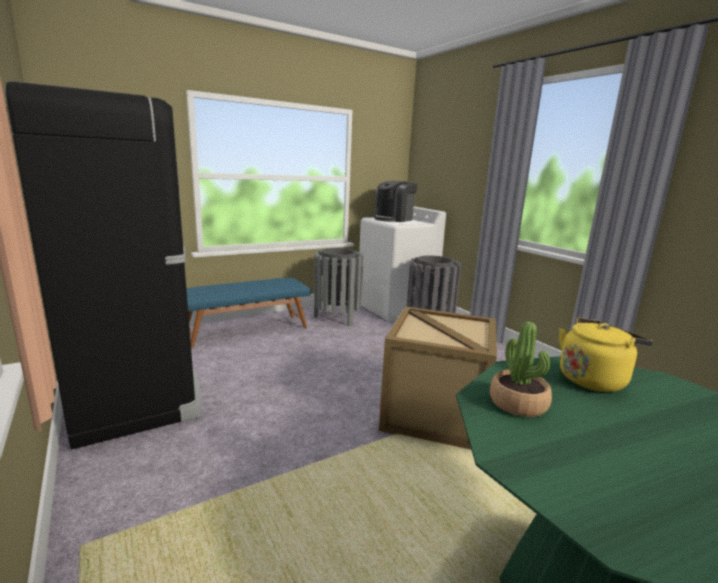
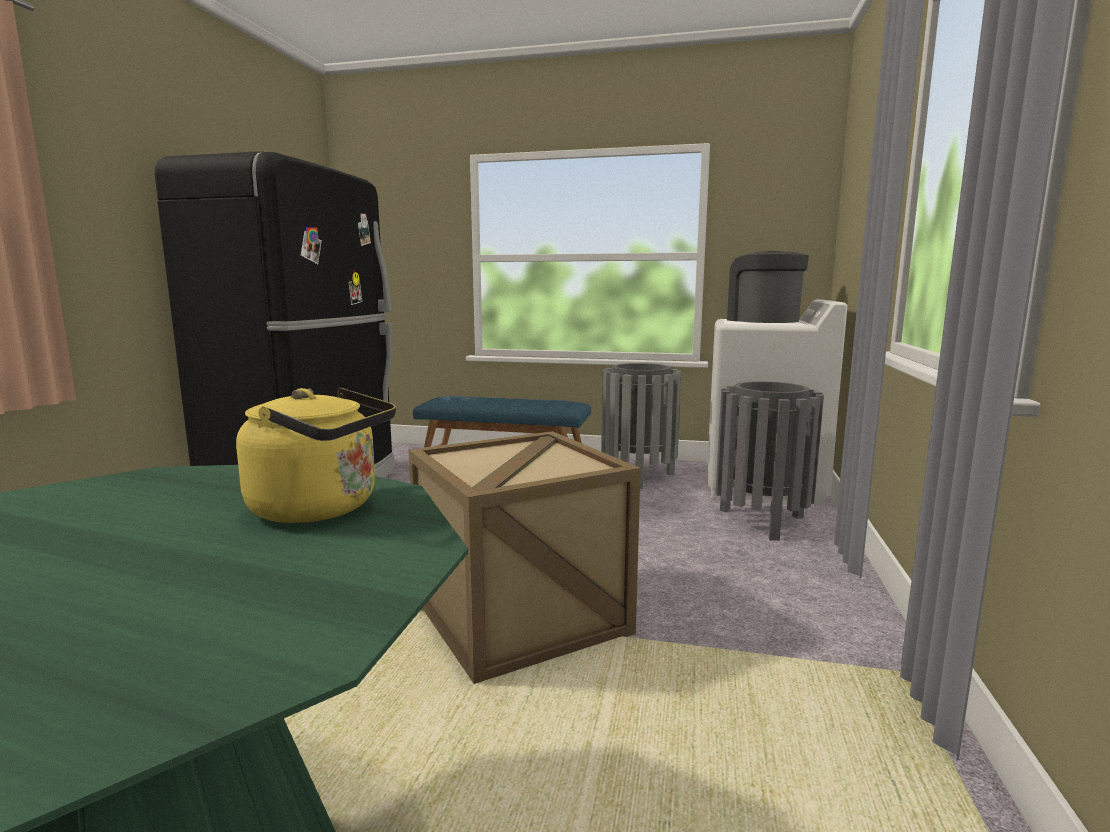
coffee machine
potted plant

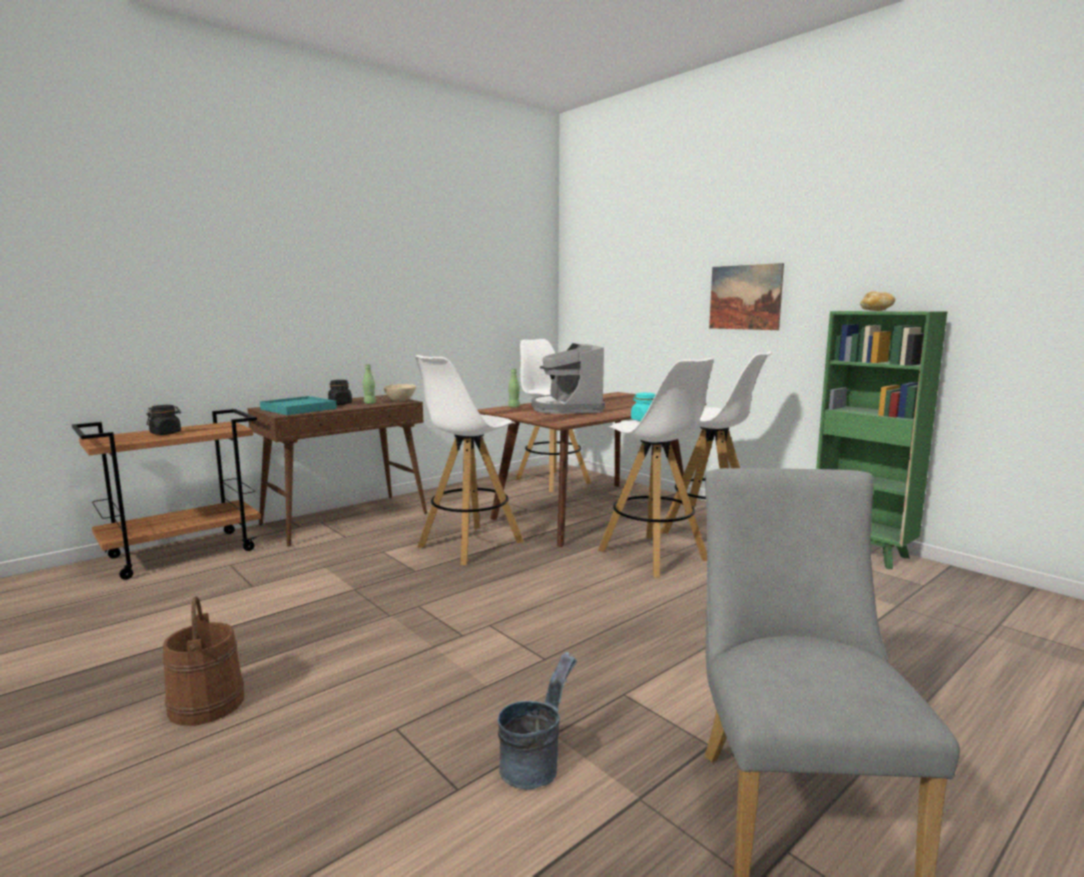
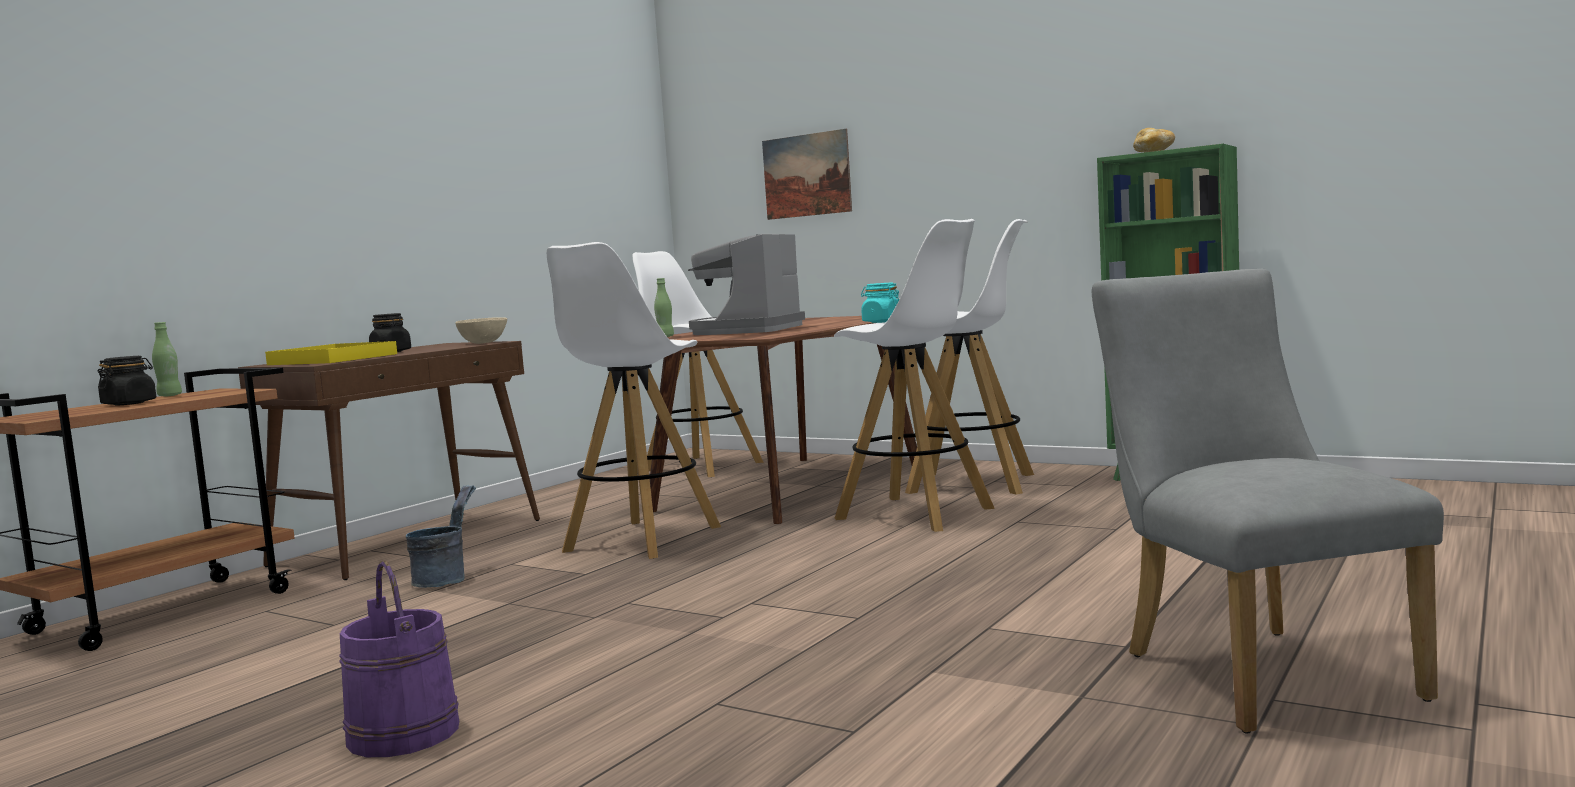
purple bucket
yellow tray
green bottle (no. 1 from left)
grey bucket
coffee machine
picture

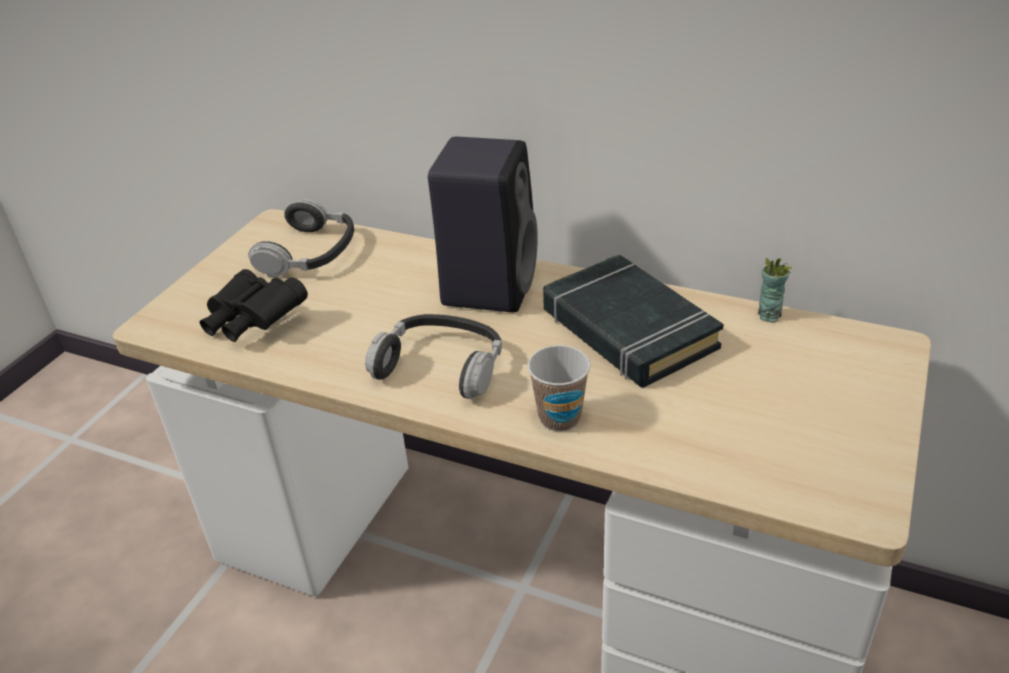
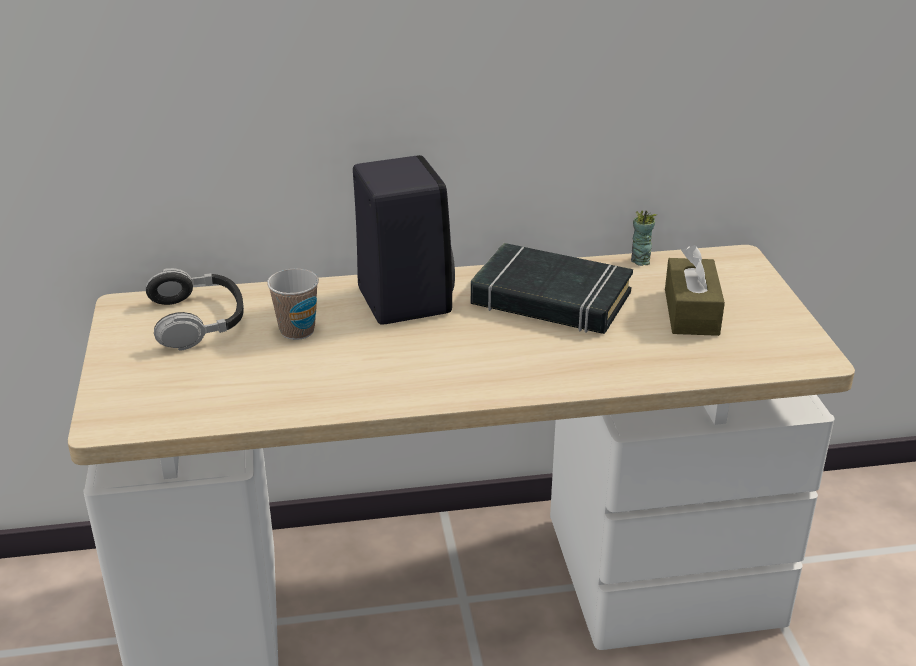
black binoculars
headphones (no. 2 from left in the first image)
cup (no. 1 from left)
brown tissue box

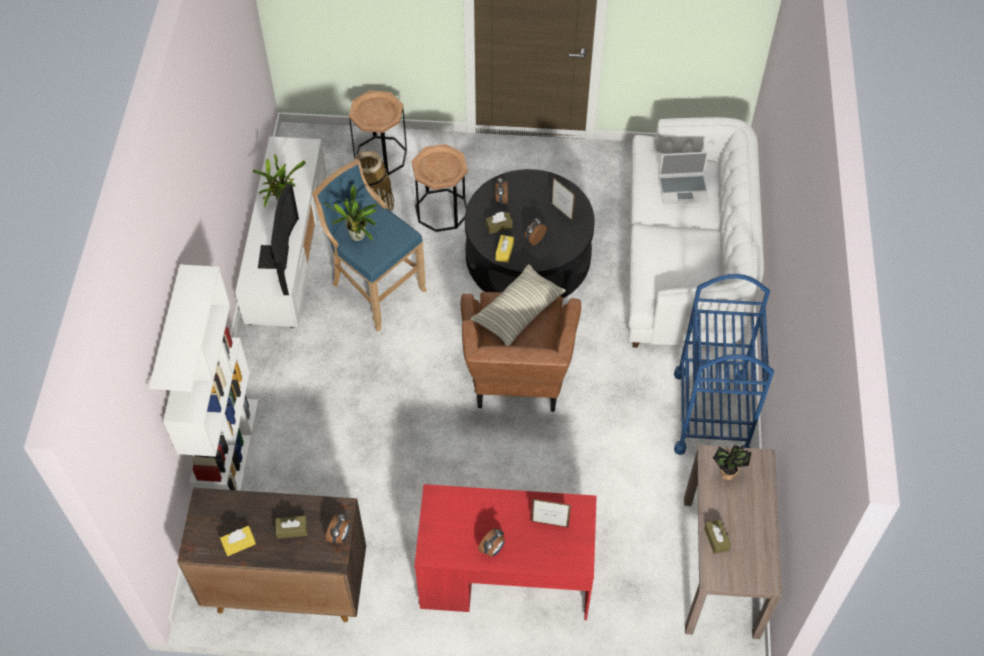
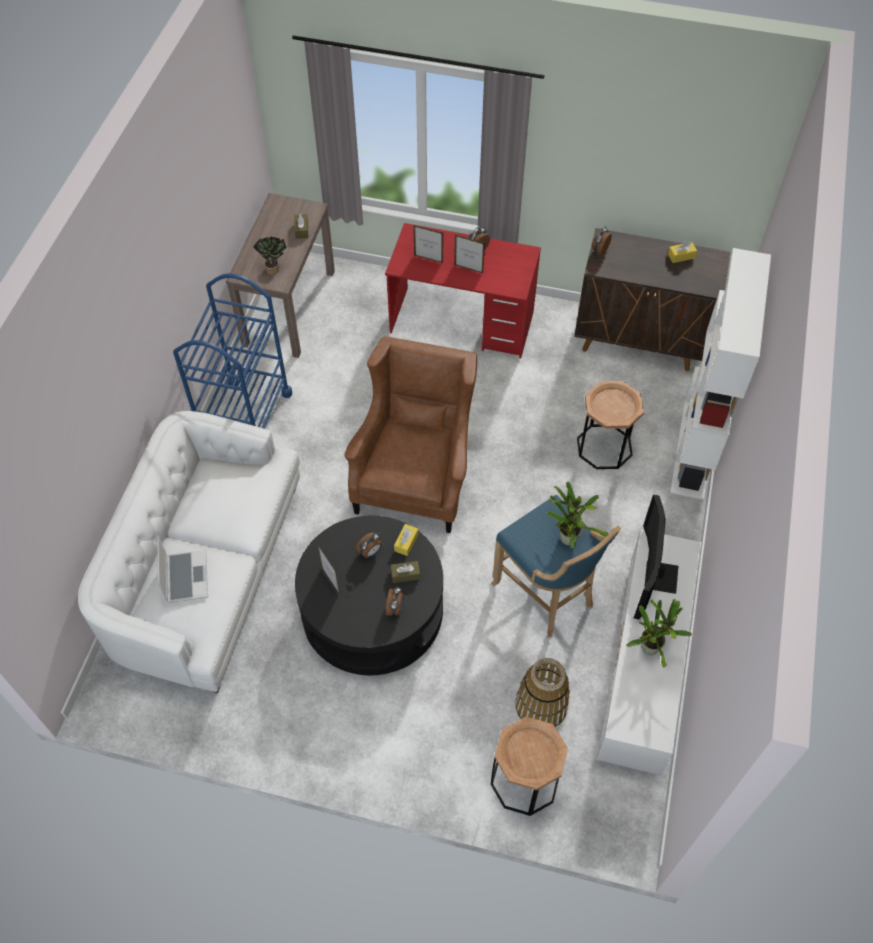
brown tissue box (no. 1 from left in the first image)
brown side table (no. 2 from left)
pillow
laptop
picture frame (no. 3 from left)

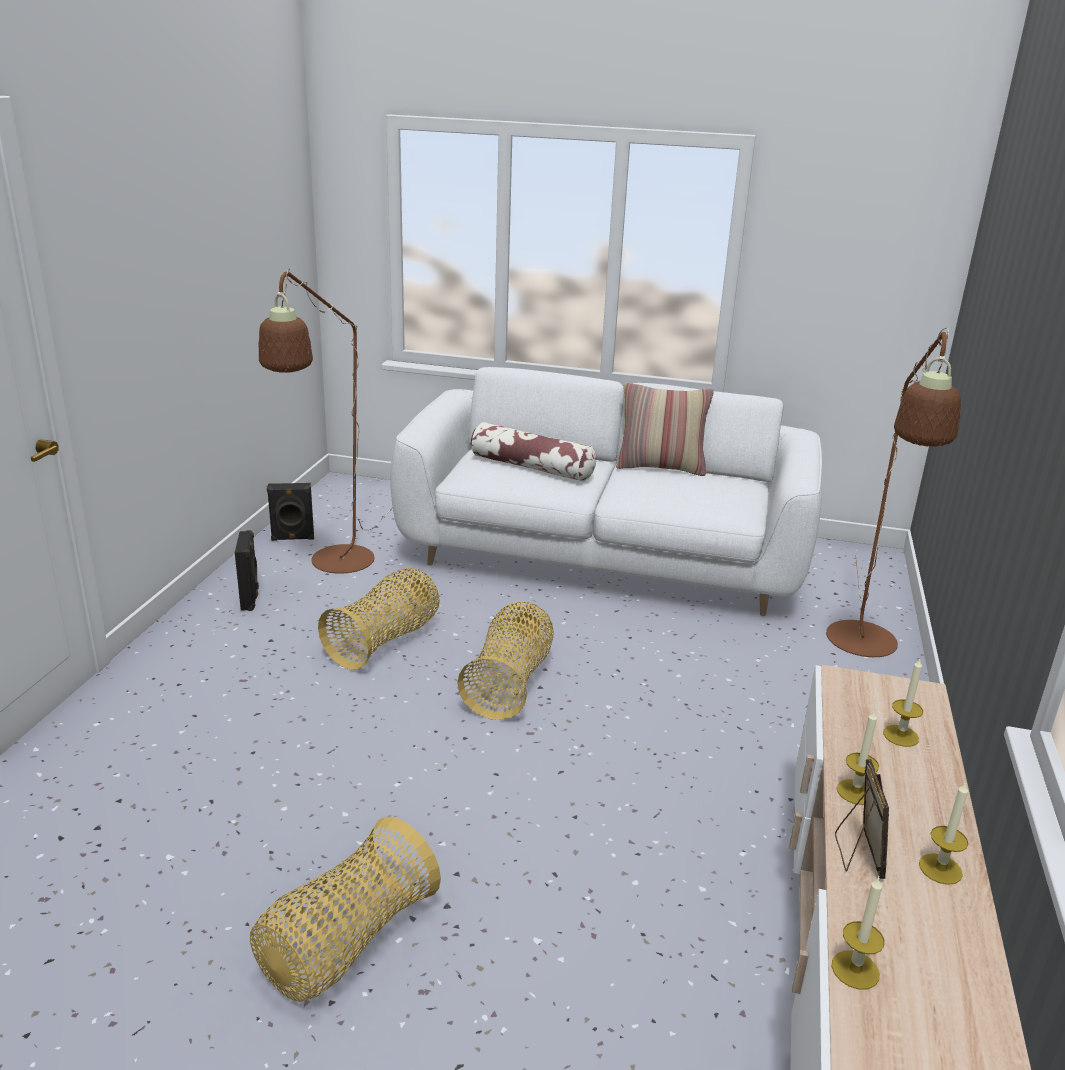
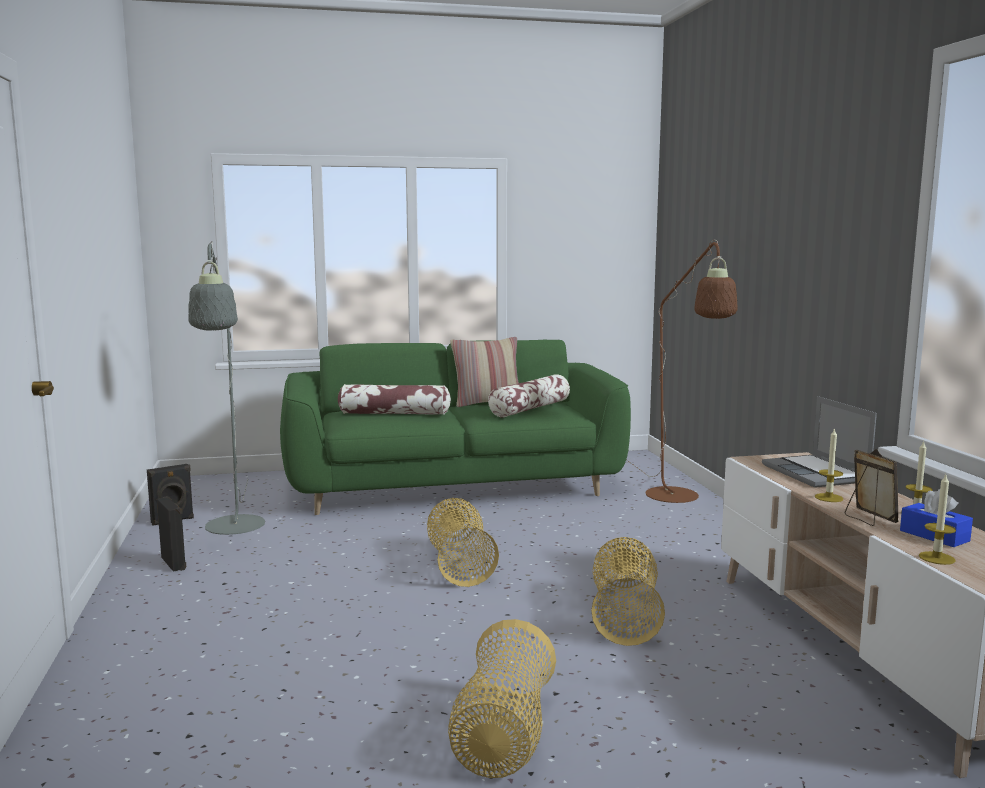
grey floor lamp
basket (no. 3 from left)
green sofa
laptop
pillow (no. 3 from left)
blue tissue box

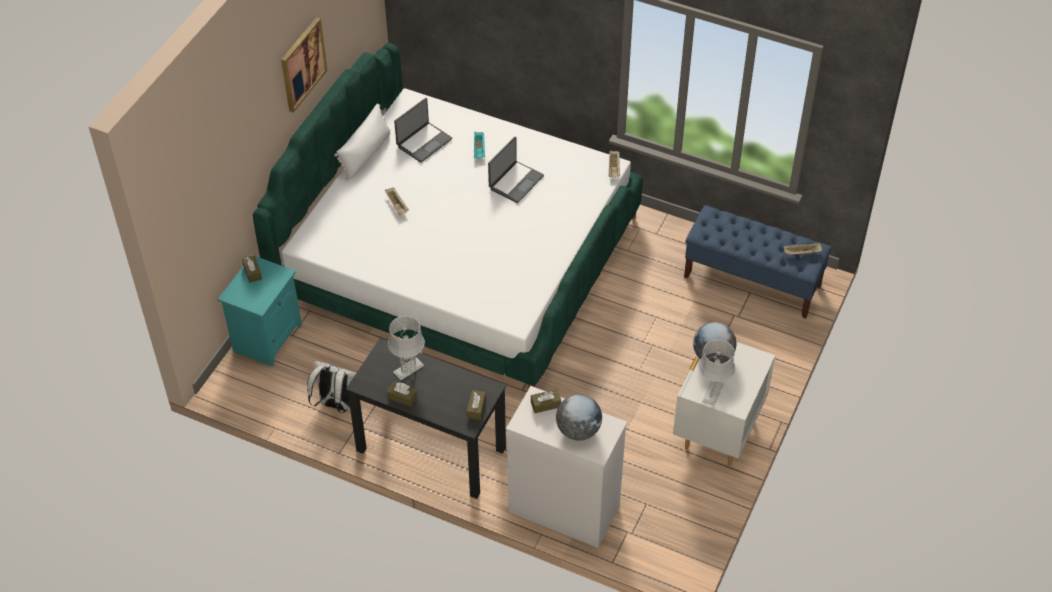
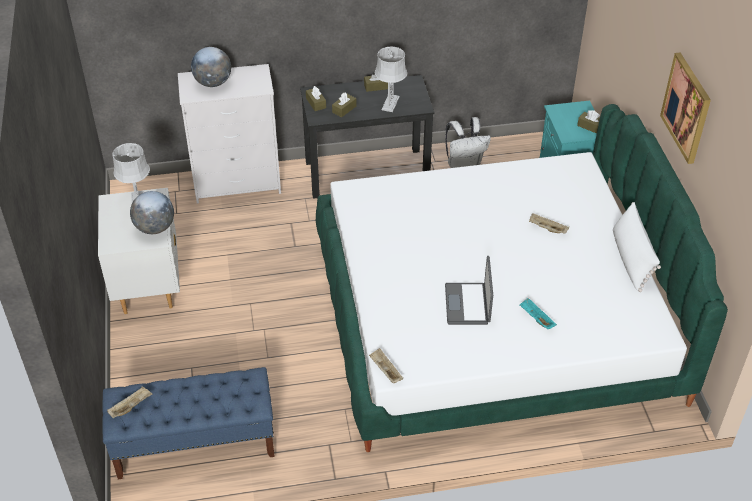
laptop (no. 1 from left in the first image)
brown tissue box (no. 2 from left)

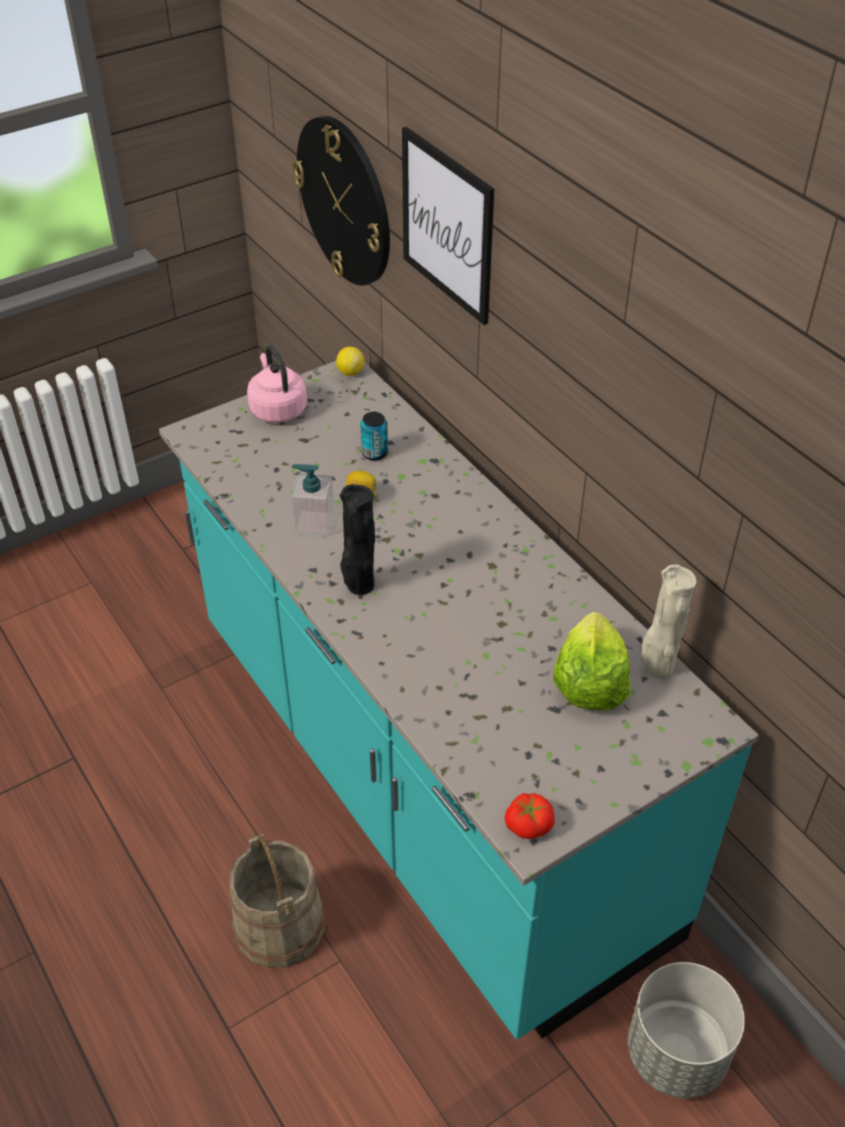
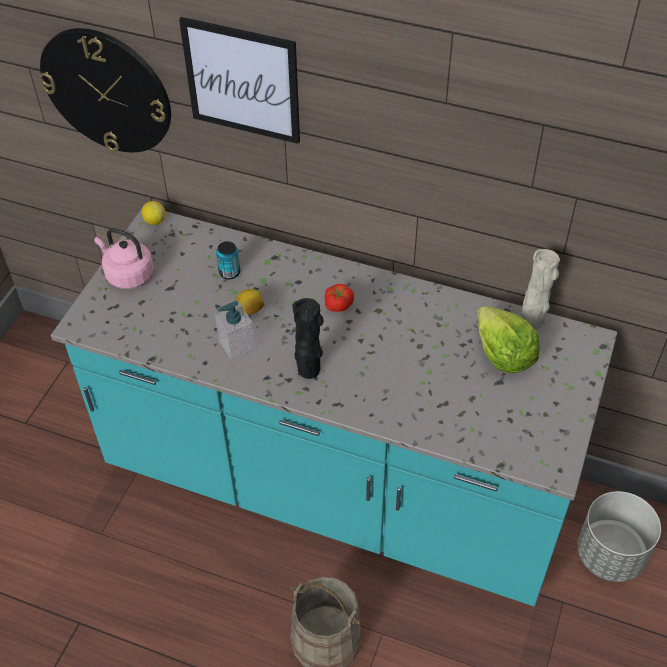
tomato

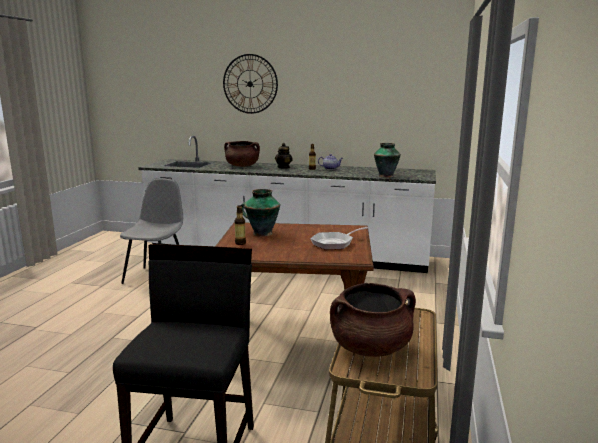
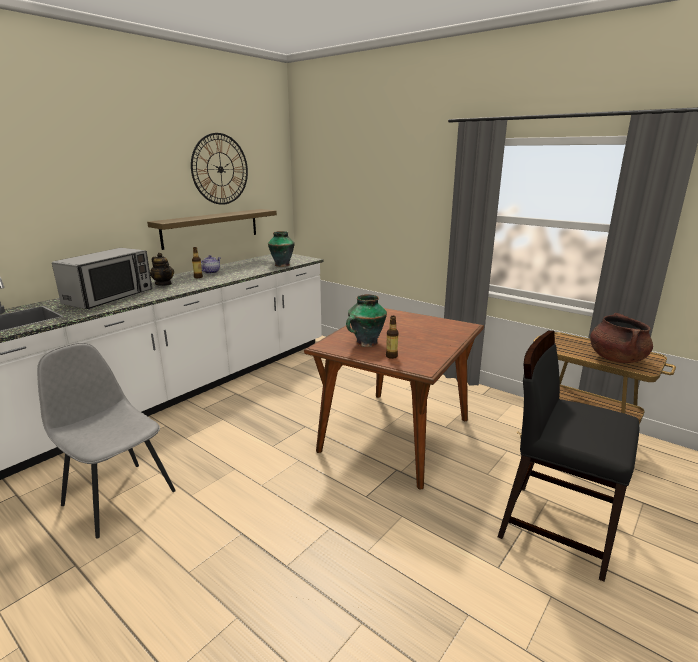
wall clock
microwave
frying pan
shelf

